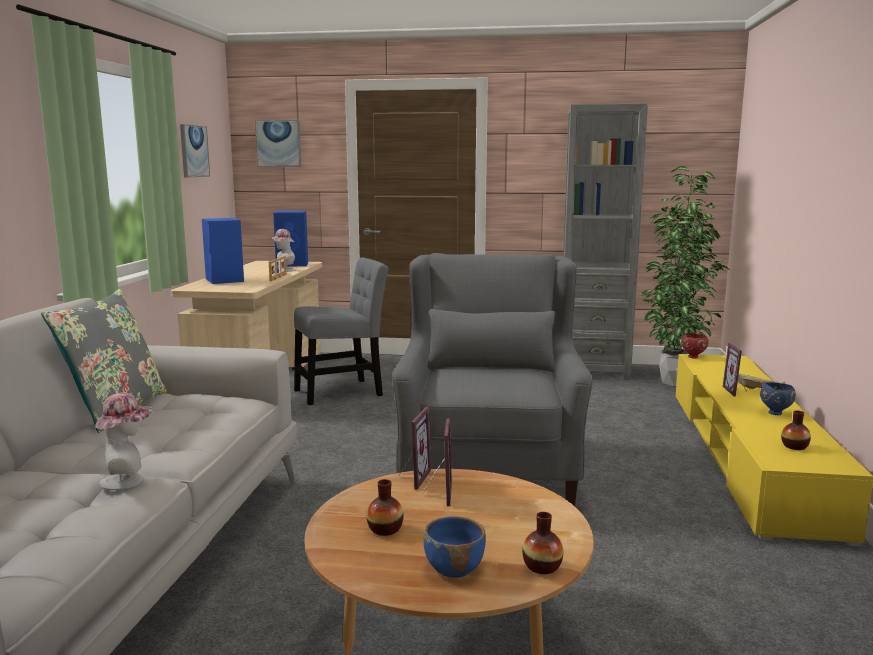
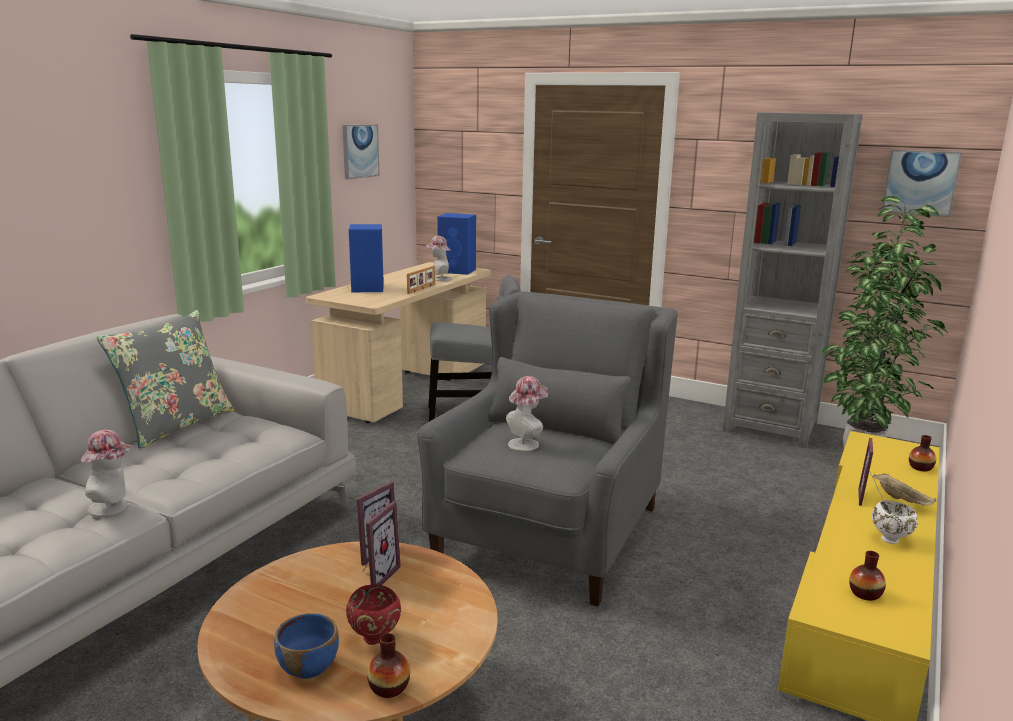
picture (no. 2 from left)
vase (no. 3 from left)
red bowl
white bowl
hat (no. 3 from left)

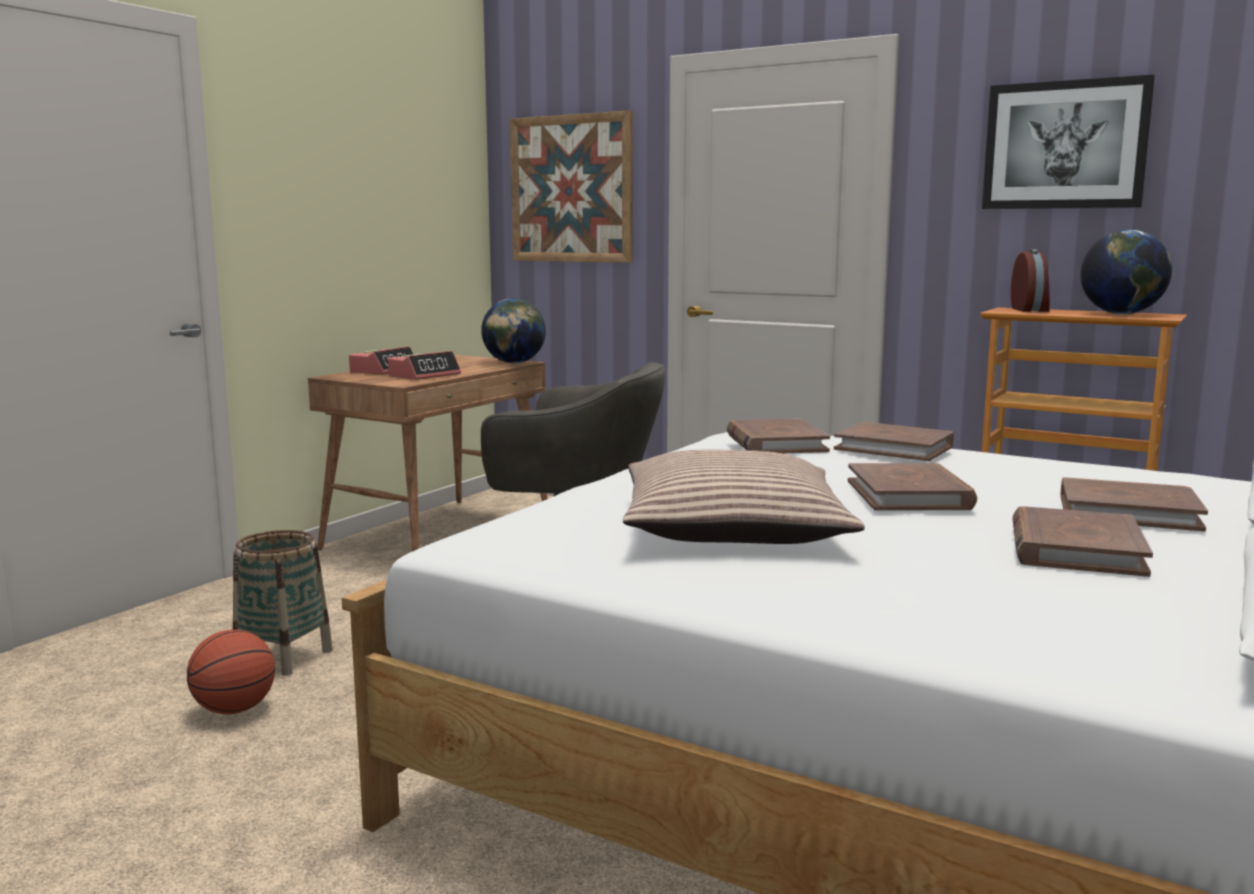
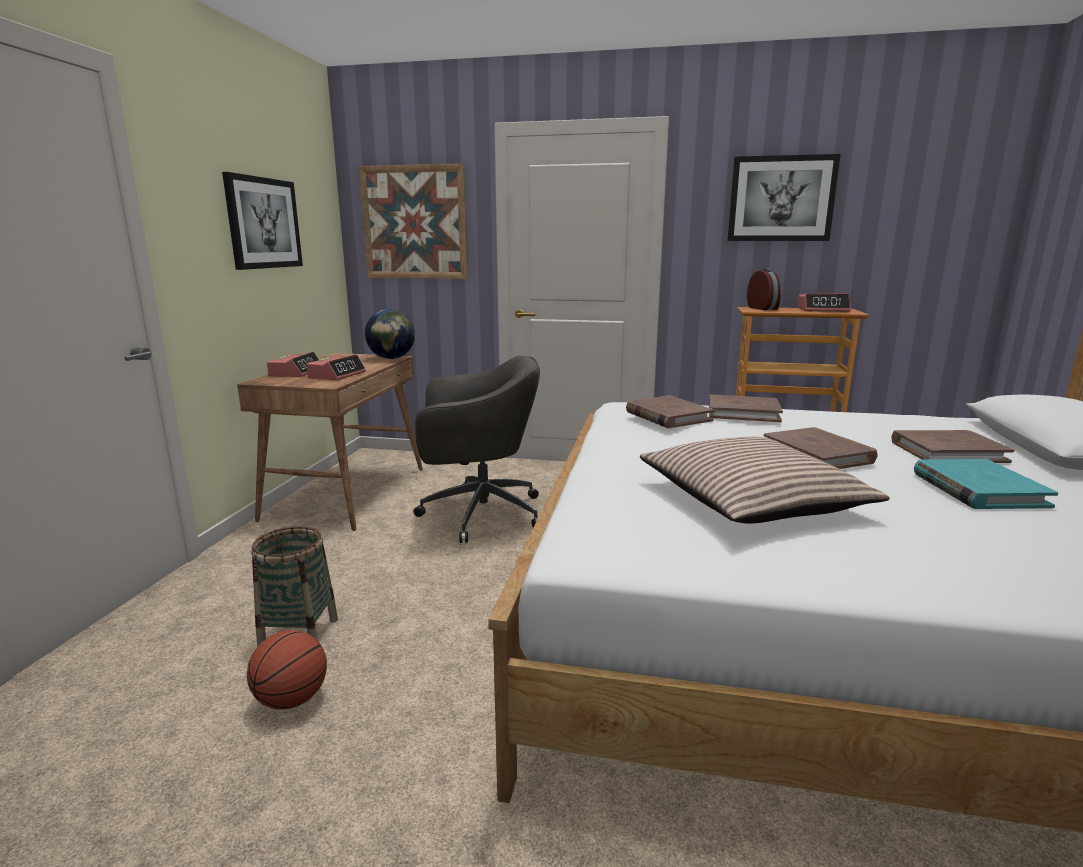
turquoise book
alarm clock (no. 4 from left)
picture (no. 1 from left)

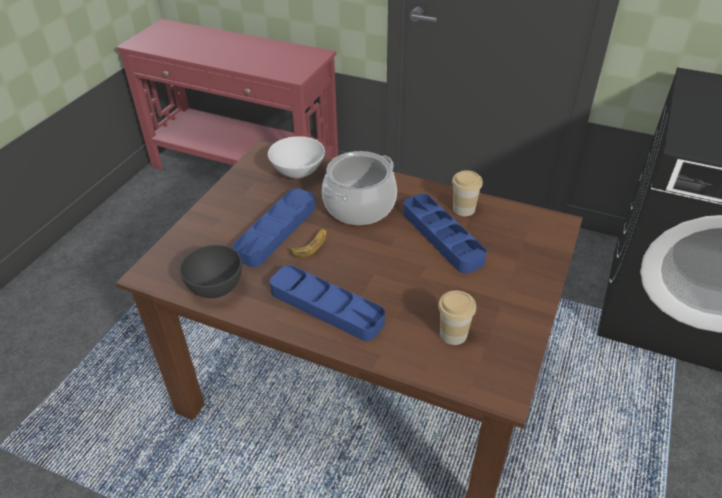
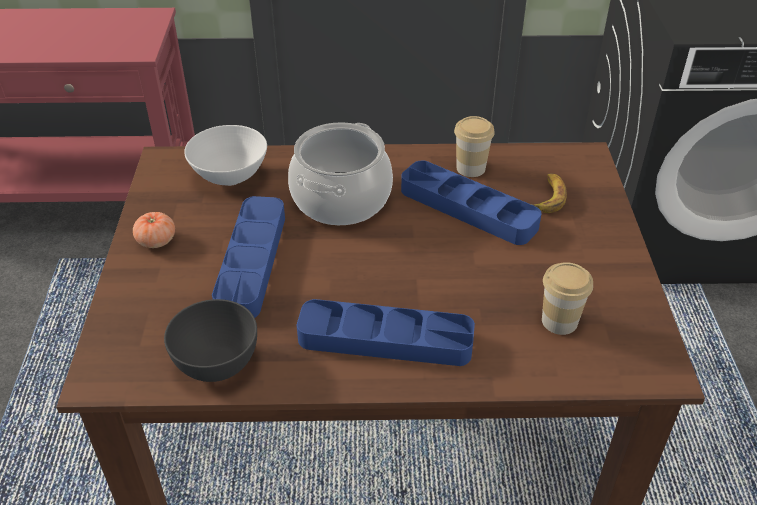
banana
tomato

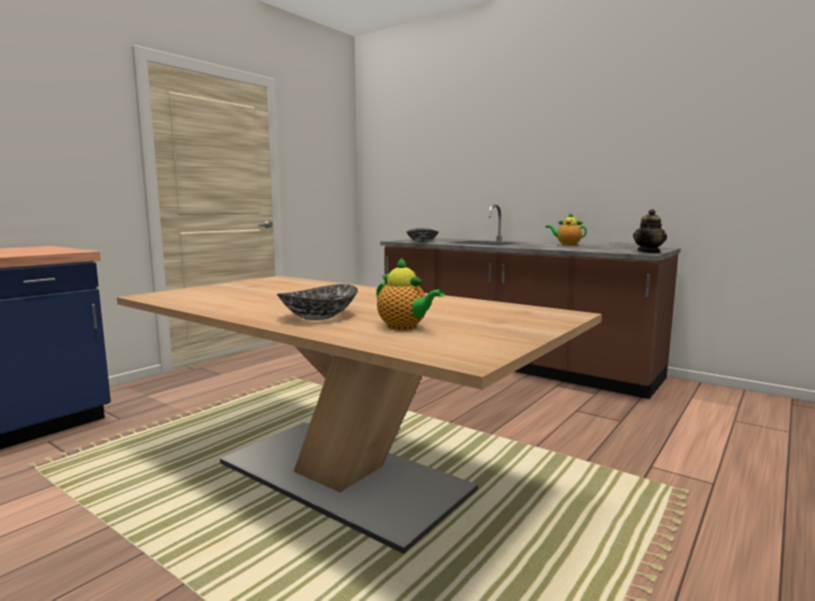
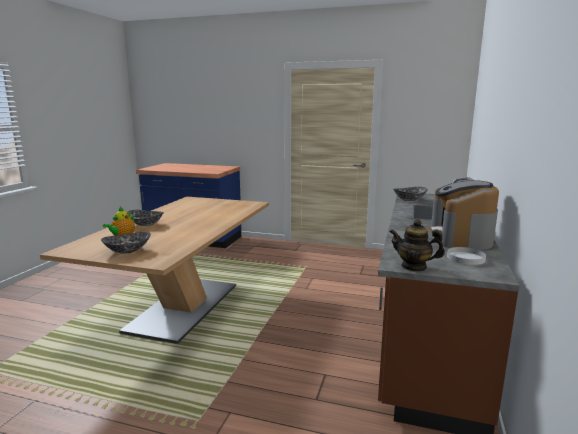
coffee machine
bowl (no. 1 from left)

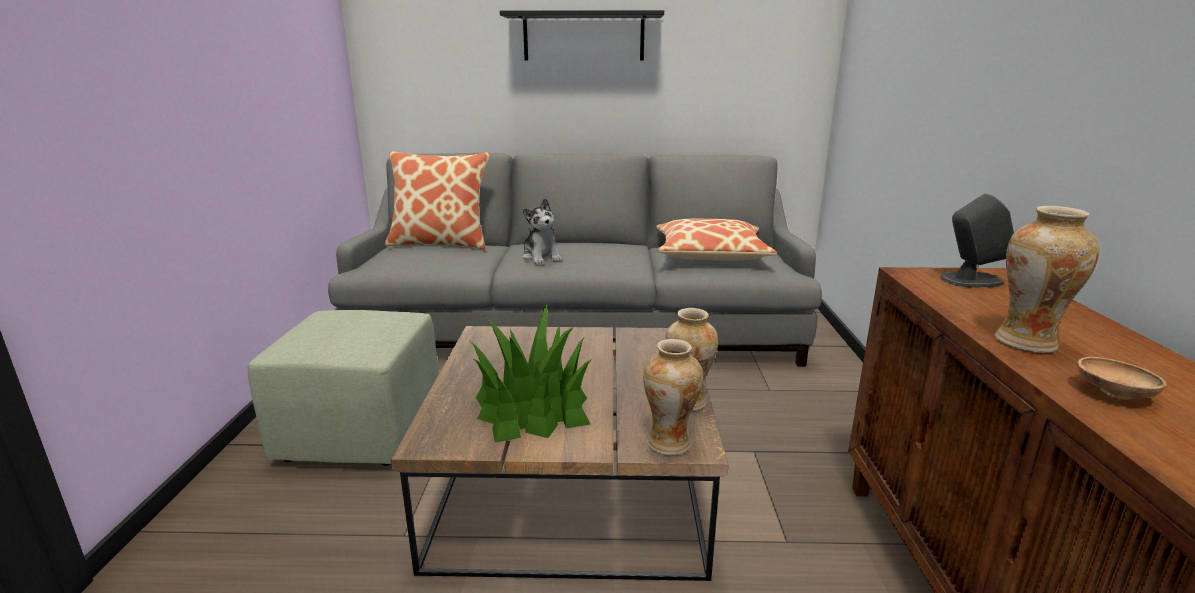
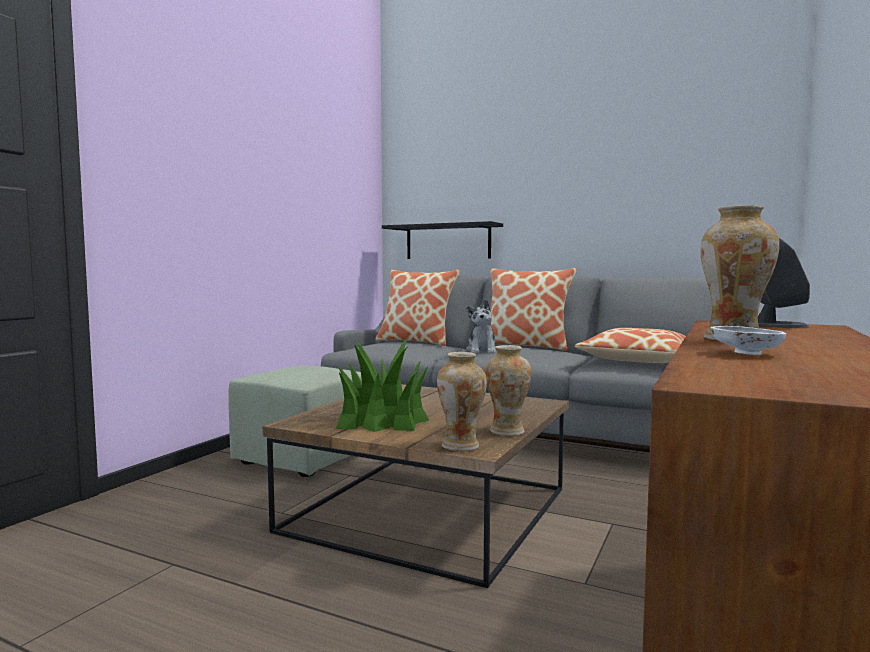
black shelf
white bowl
pillow (no. 2 from left)

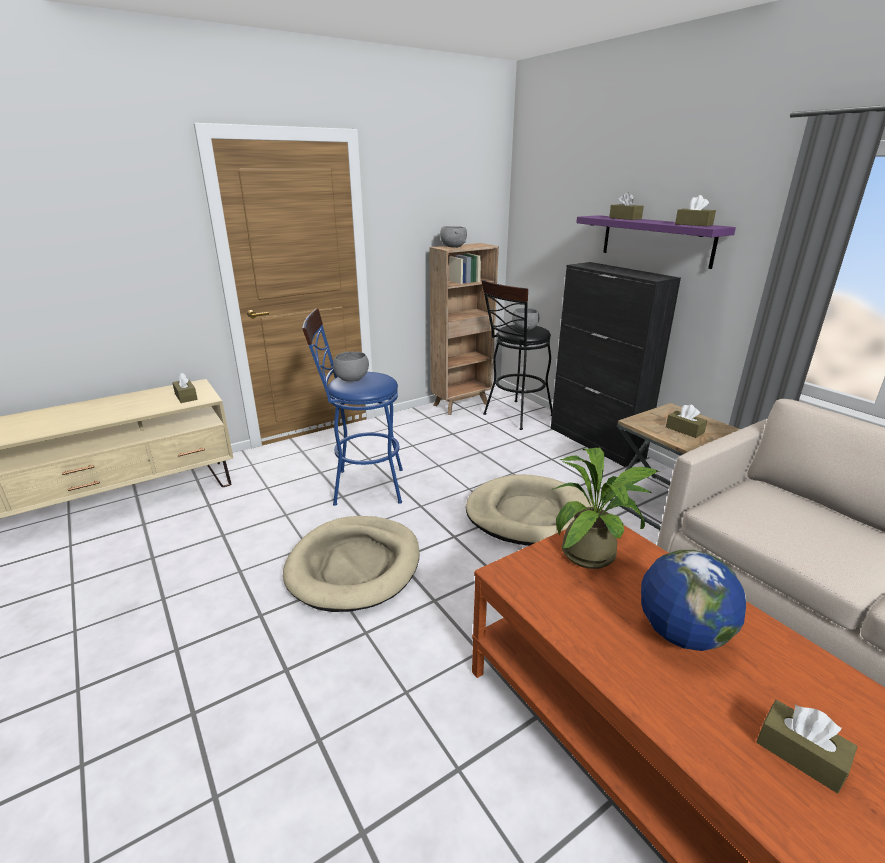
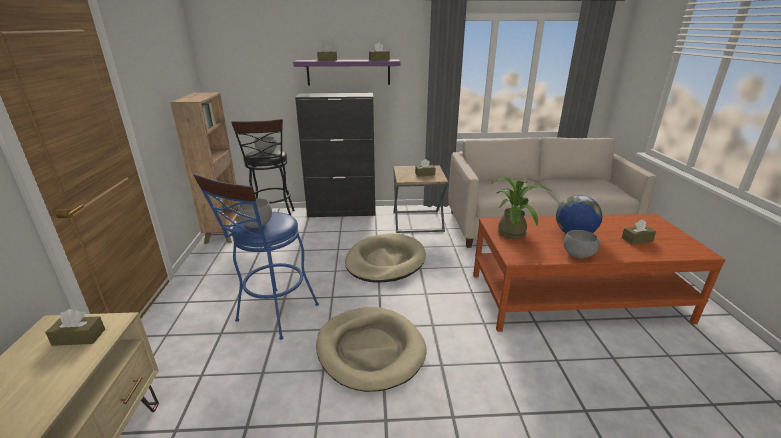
grey bowl (no. 3 from left)

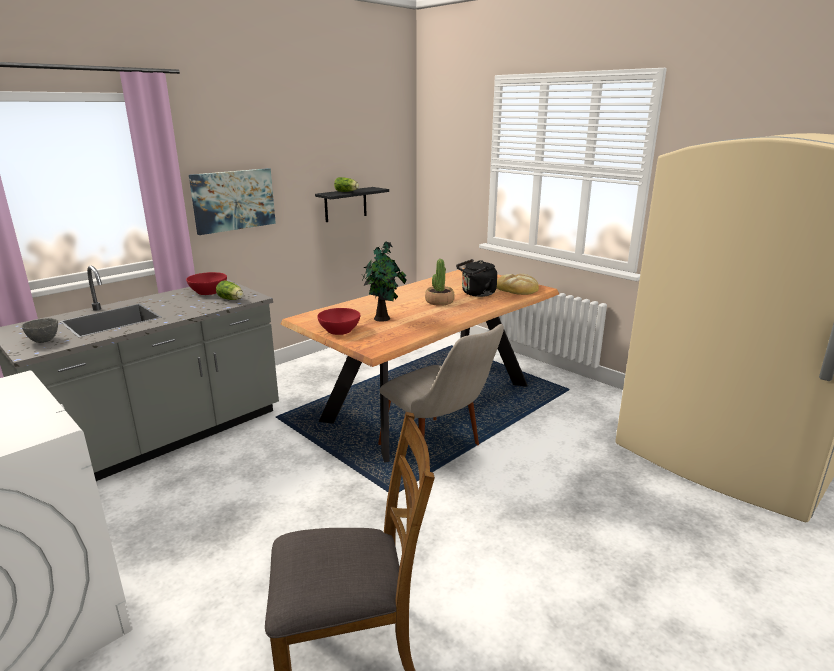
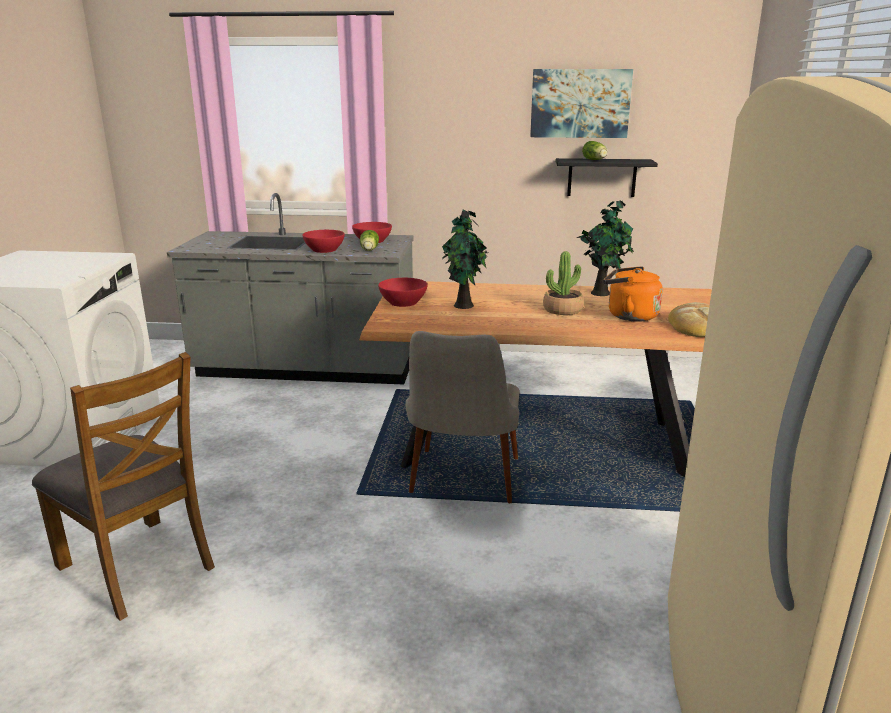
grey bowl
picture
orange kettle
red bowl (no. 1 from left)
potted plant (no. 3 from left)

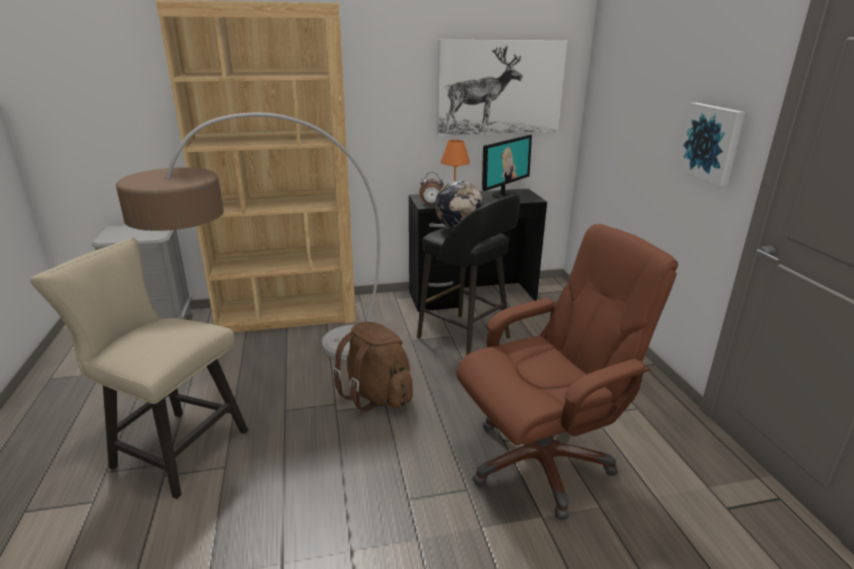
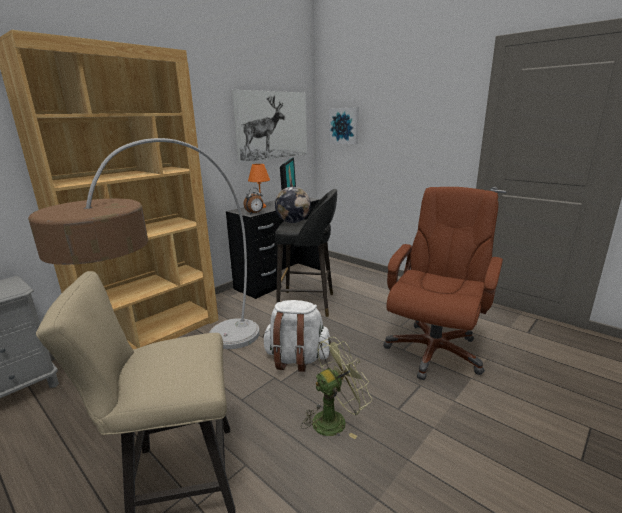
white backpack
picture (no. 2 from left)
green fan

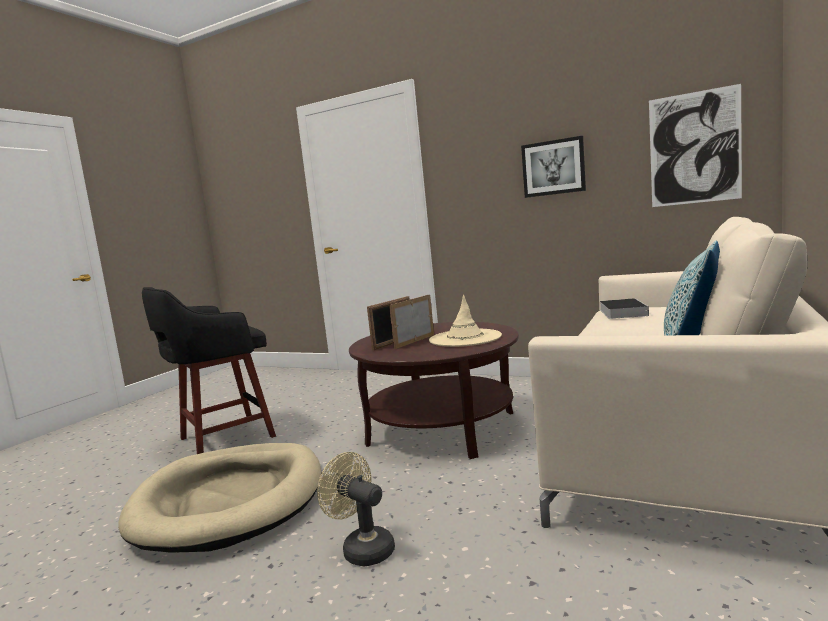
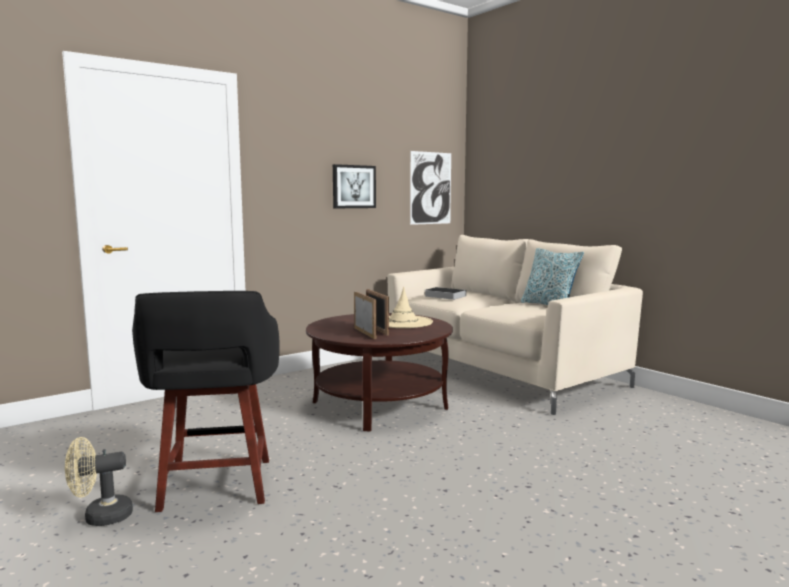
beige dog bed
beige fan

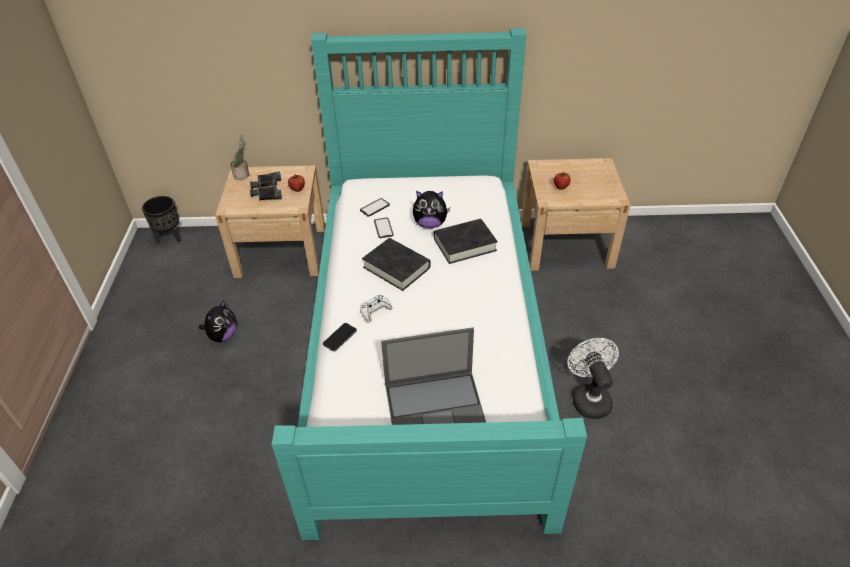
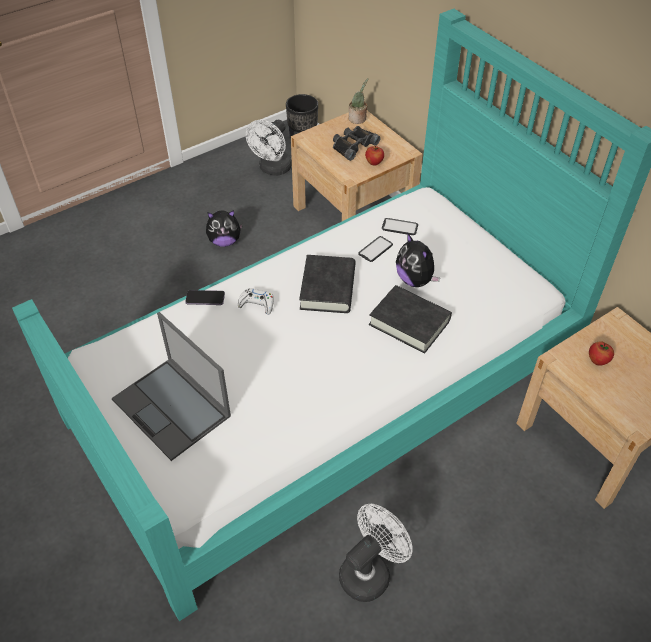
white fan (no. 1 from left)

